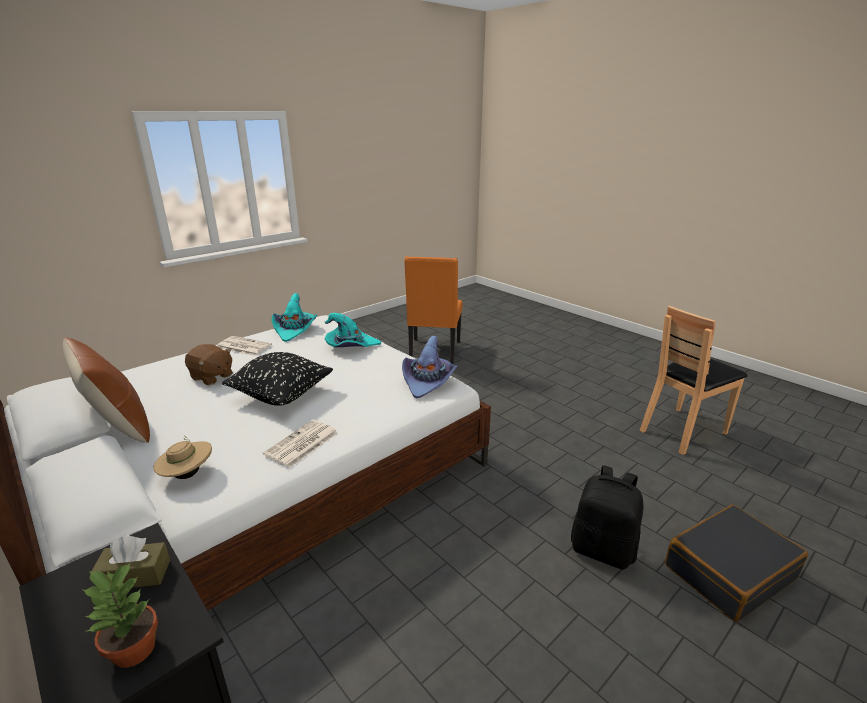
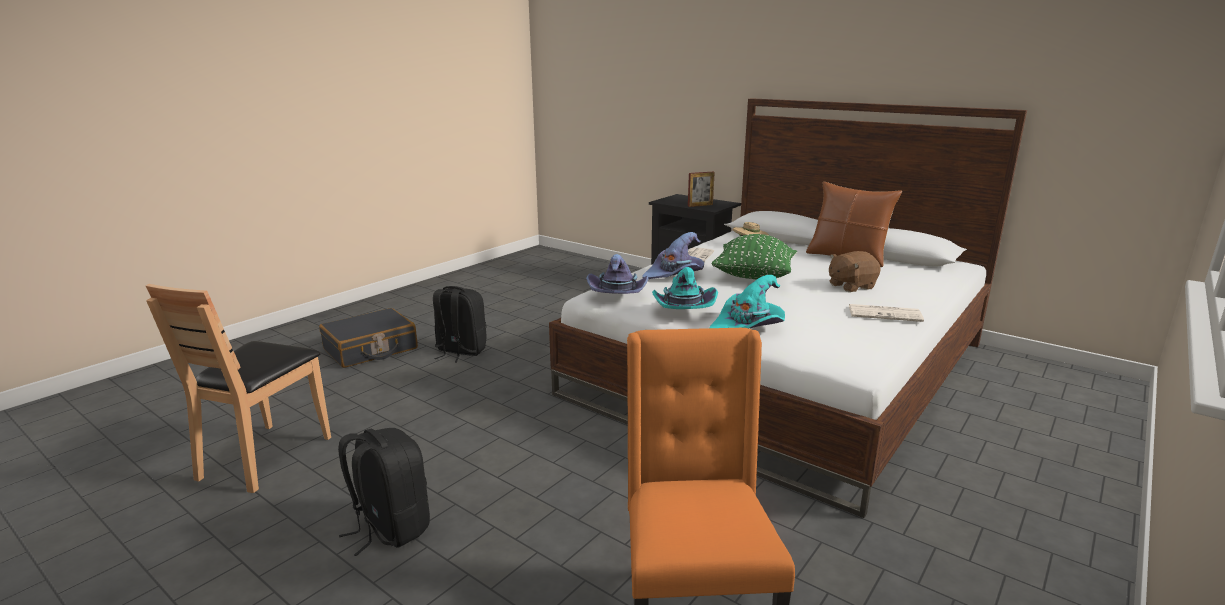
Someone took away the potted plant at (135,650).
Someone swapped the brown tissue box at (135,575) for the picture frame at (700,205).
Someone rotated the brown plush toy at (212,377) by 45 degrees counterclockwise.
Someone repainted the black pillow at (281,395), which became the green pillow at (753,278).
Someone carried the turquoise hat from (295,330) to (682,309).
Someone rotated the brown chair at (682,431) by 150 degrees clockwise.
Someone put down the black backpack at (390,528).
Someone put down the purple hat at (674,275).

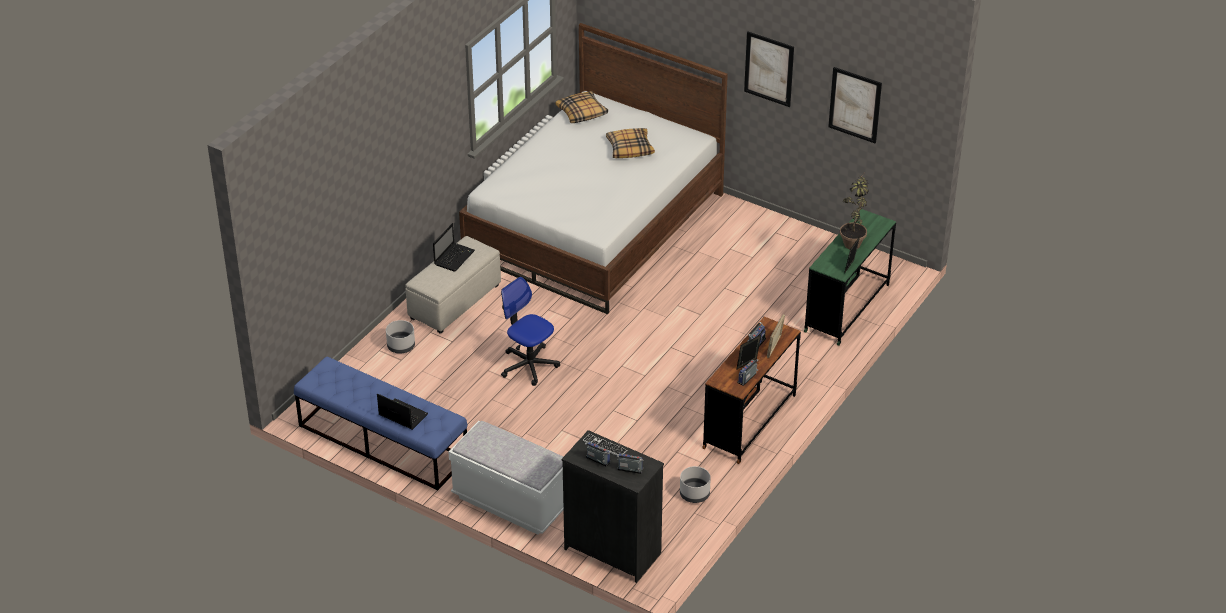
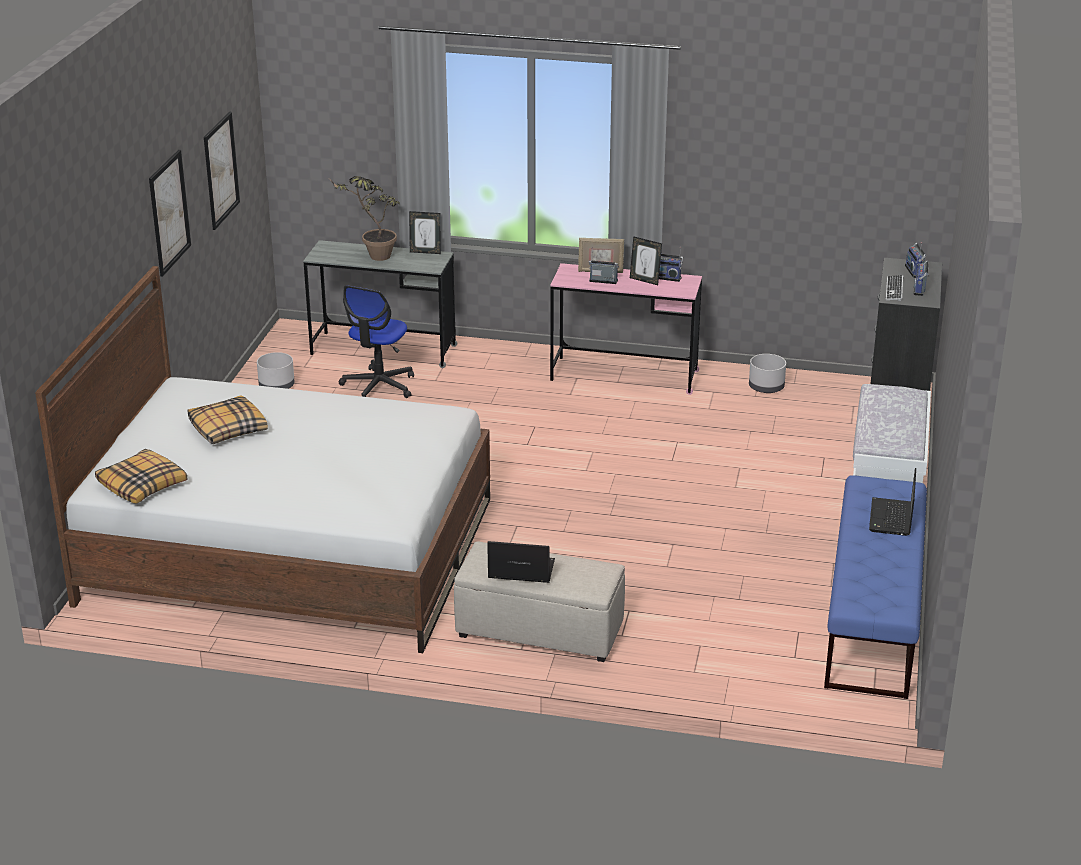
Someone carried the grey planter from (401,346) to (276,386).
Someone carried the office chair from (529,365) to (378,386).
Someone repainted the brown desk at (750,421), which became the pink desk at (624,375).
Someone repainted the green desk at (847,308), which became the grey desk at (383,350).

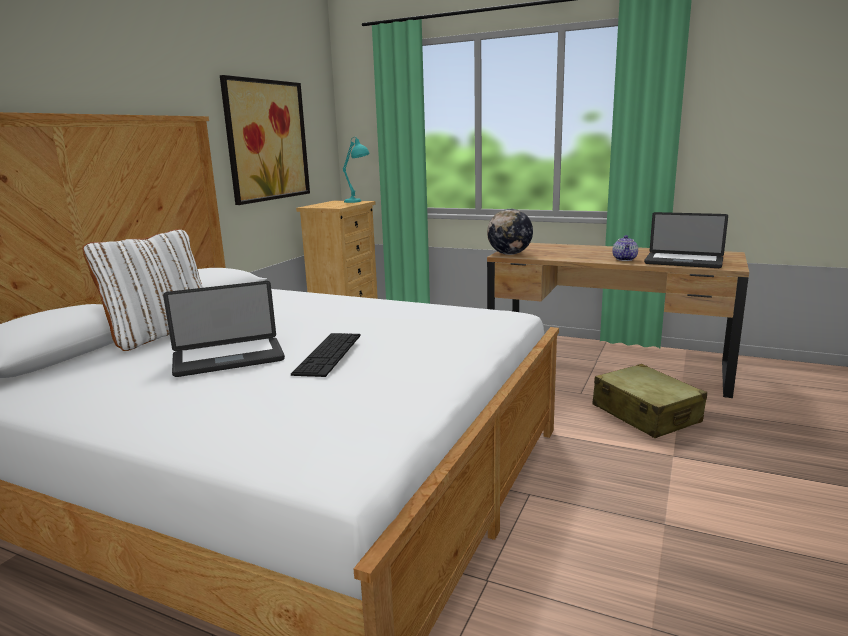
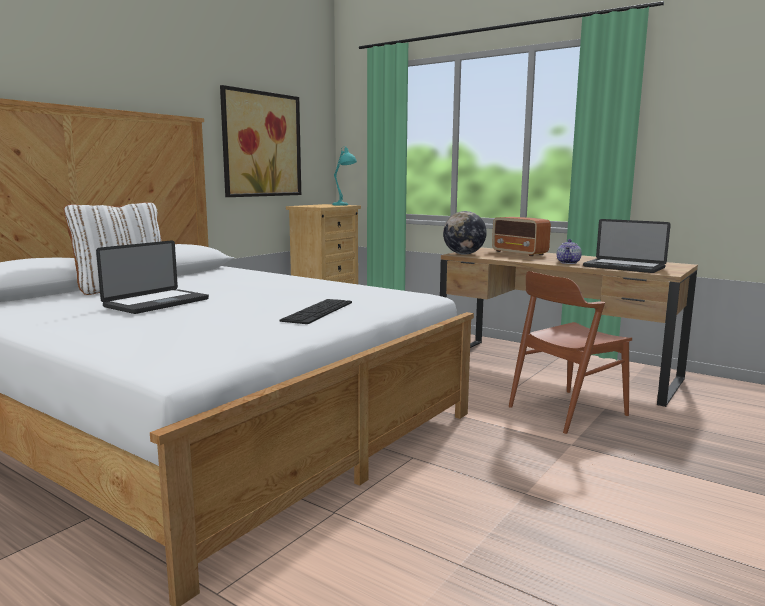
Someone rotated the laptop at (228,358) by 45 degrees counterclockwise.
Someone carried the keyboard from (328,354) to (318,311).
Someone swapped the beige suitcase at (645,414) for the brown chair at (566,410).
Someone put down the radio at (520,253).

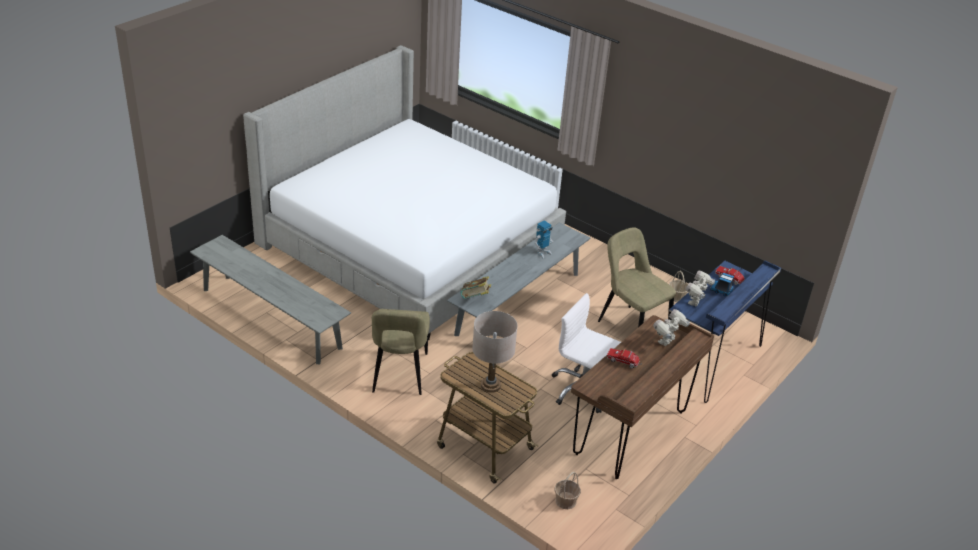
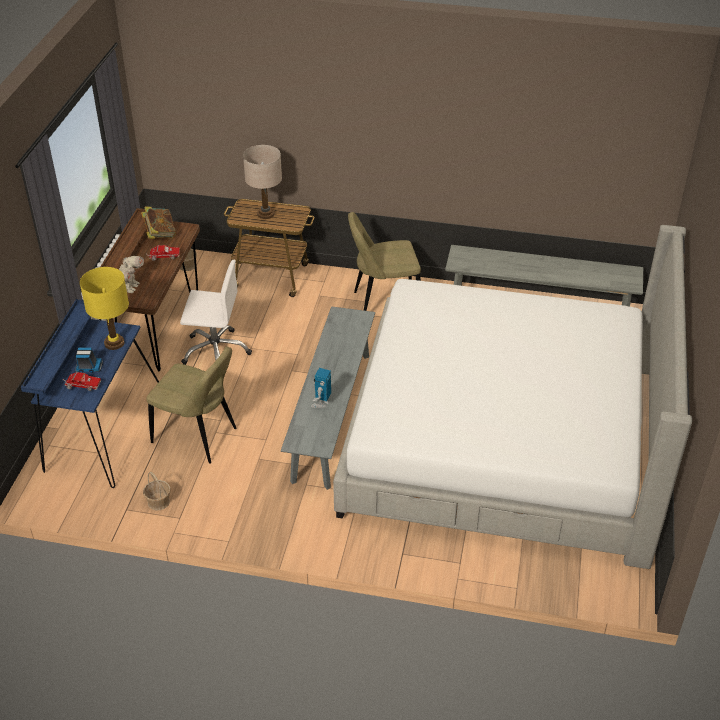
Someone rotated the beige chair at (399,375) by 75 degrees counterclockwise.
Someone carried the book from (475,299) to (160,234).
Someone swapped the toy robot at (695,302) for the yellow table lamp at (114,343).

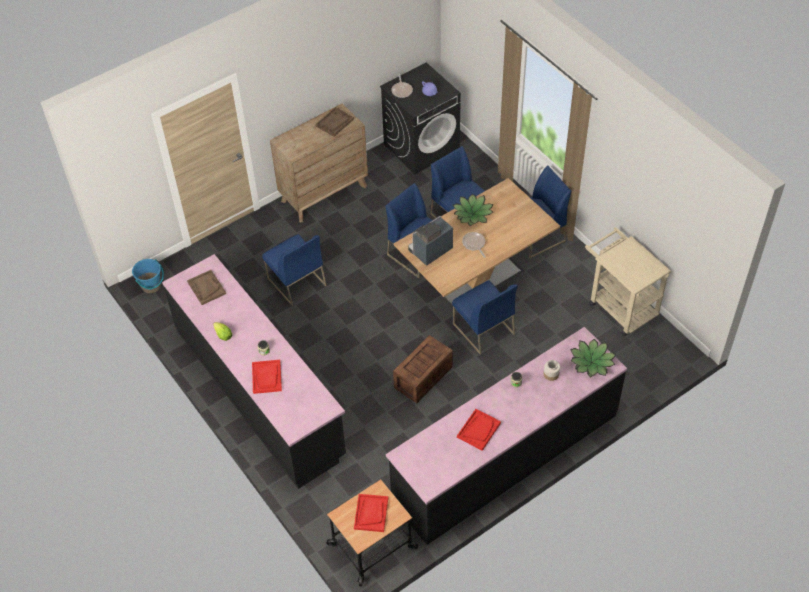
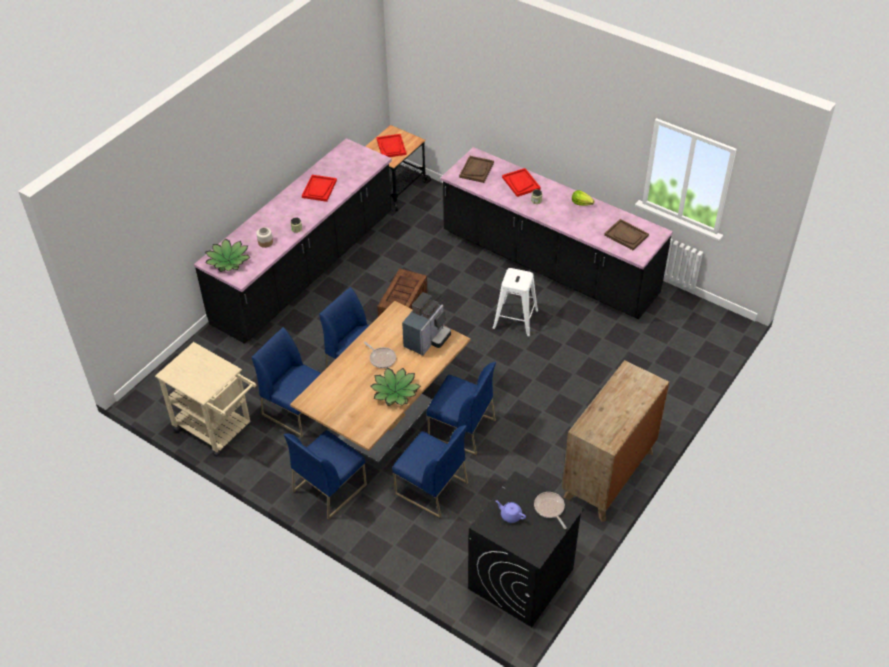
Someone took away the blue bucket at (151,286).
Someone carried the blue chair from (295,282) to (297,410).
Someone carried the brown tray from (334,123) to (476,170).
Someone put down the white stool at (515,319).

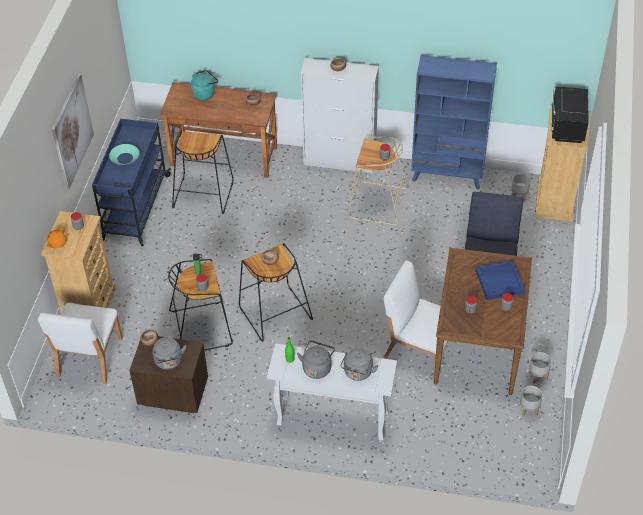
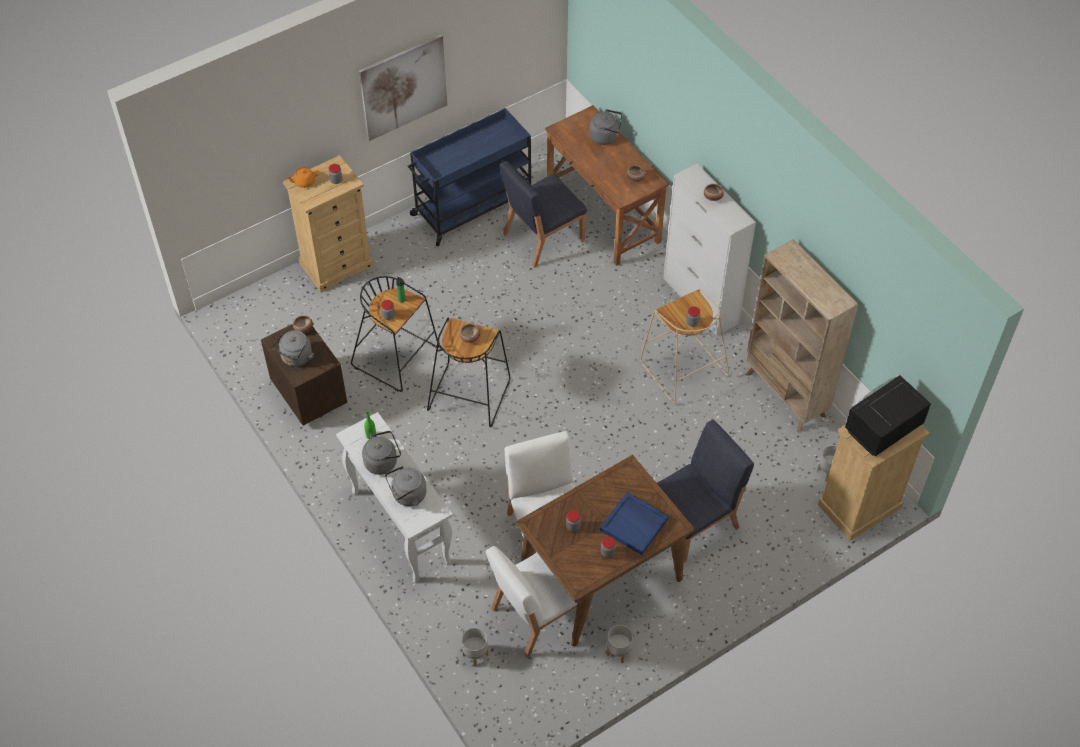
Someone carried the white chair from (89,358) to (537,614).
Someone took away the turquoise bowl at (125,158).
Someone swapped the black stool at (203,194) for the blue chair at (542,237).
Someone repainted the turquoise kettle at (204,93), which became the grey kettle at (606,137).
Someone repainted the blue bookcase at (447,175), which became the beige bookcase at (785,395).
Someone carried the grey planter from (529,410) to (475,655).

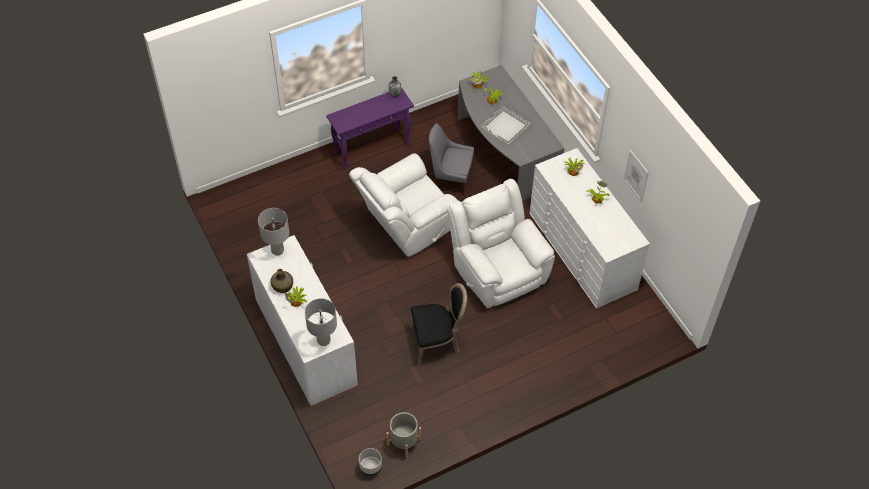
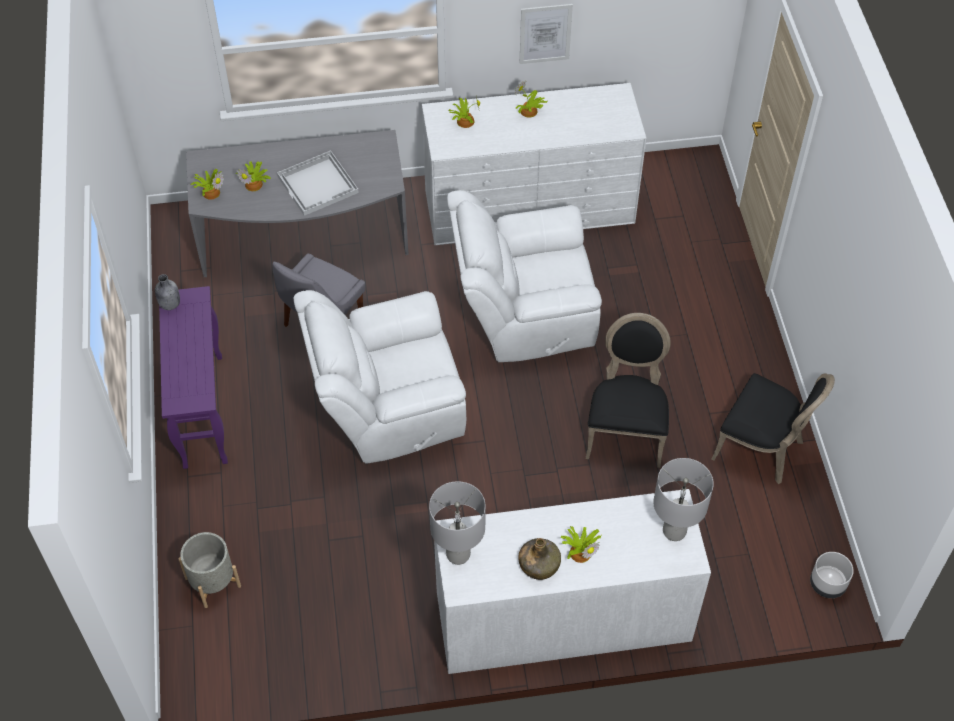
Someone rotated the white armchair at (405,226) by 90 degrees clockwise.
Someone carried the grey planter from (404,441) to (213,582).
Someone put down the black chair at (762,449).

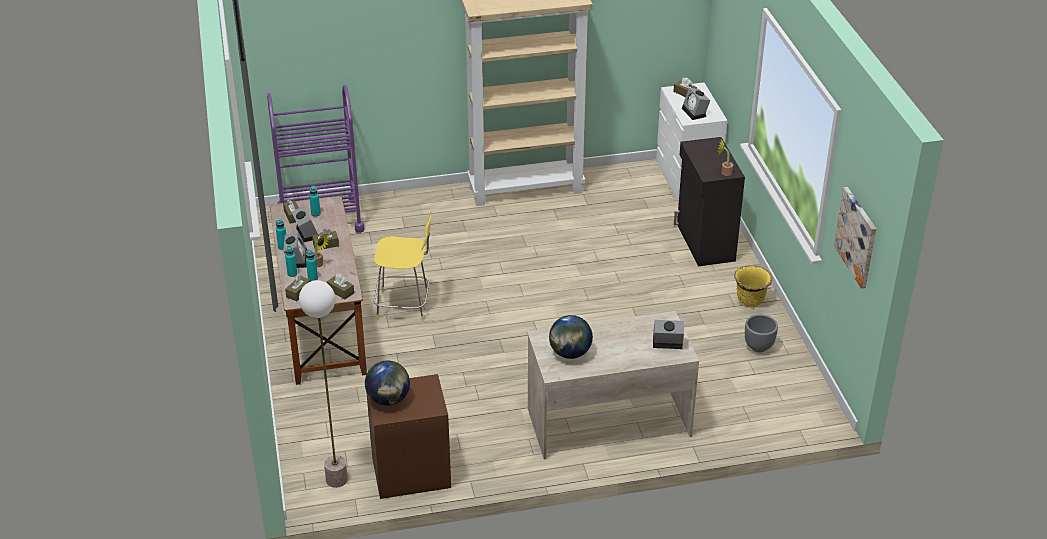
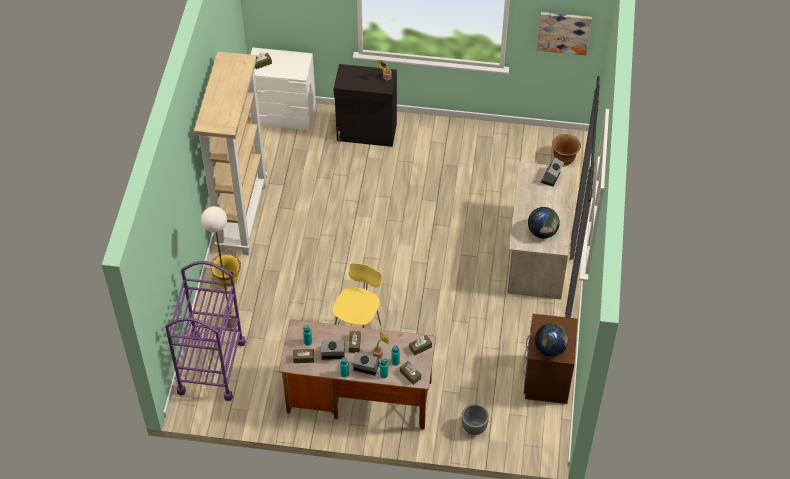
Someone carried the floor lamp from (336,479) to (230,322).
Someone took away the alarm clock at (695,112).
Someone carried the yellow planter from (750,300) to (227,280).
Someone carried the grey planter from (758,347) to (474,428).
Someone put down the brown planter at (564,159).

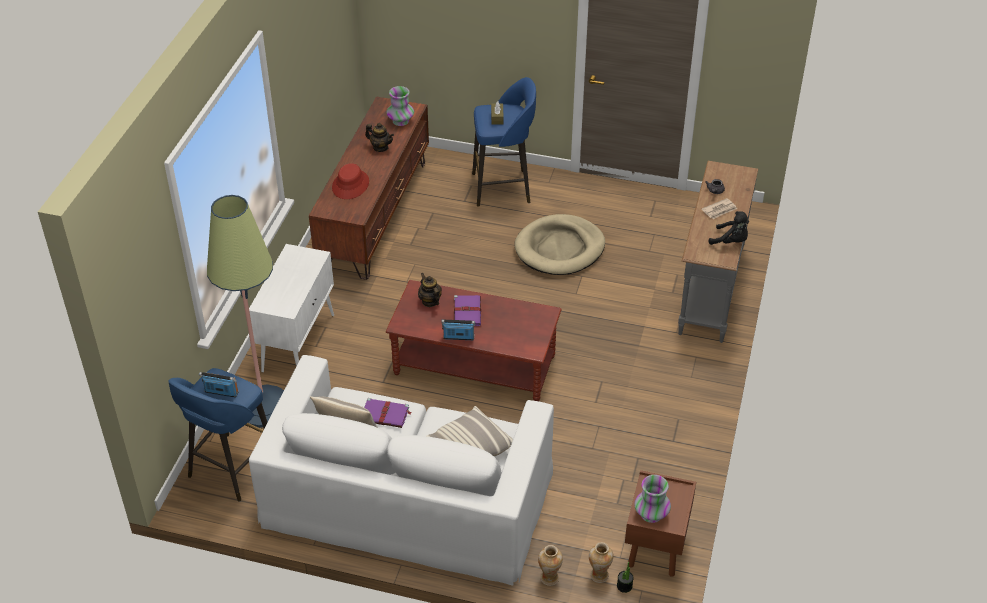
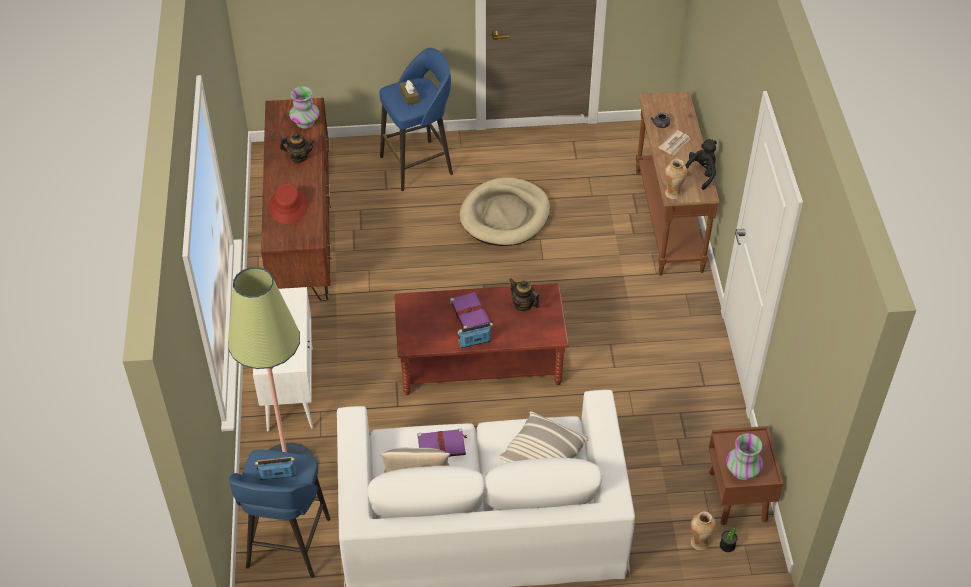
Someone carried the teapot from (430,301) to (523,305).
Someone carried the vase from (549,578) to (673,193).
Someone repainted the grey console table at (710,289), which became the brown console table at (667,220).
Someone rotated the black plush toy at (730,241) by 60 degrees counterclockwise.

